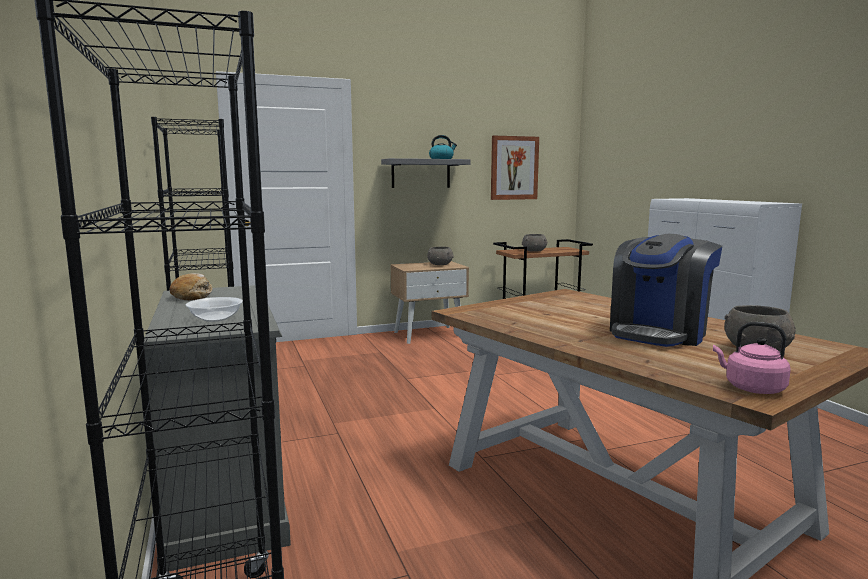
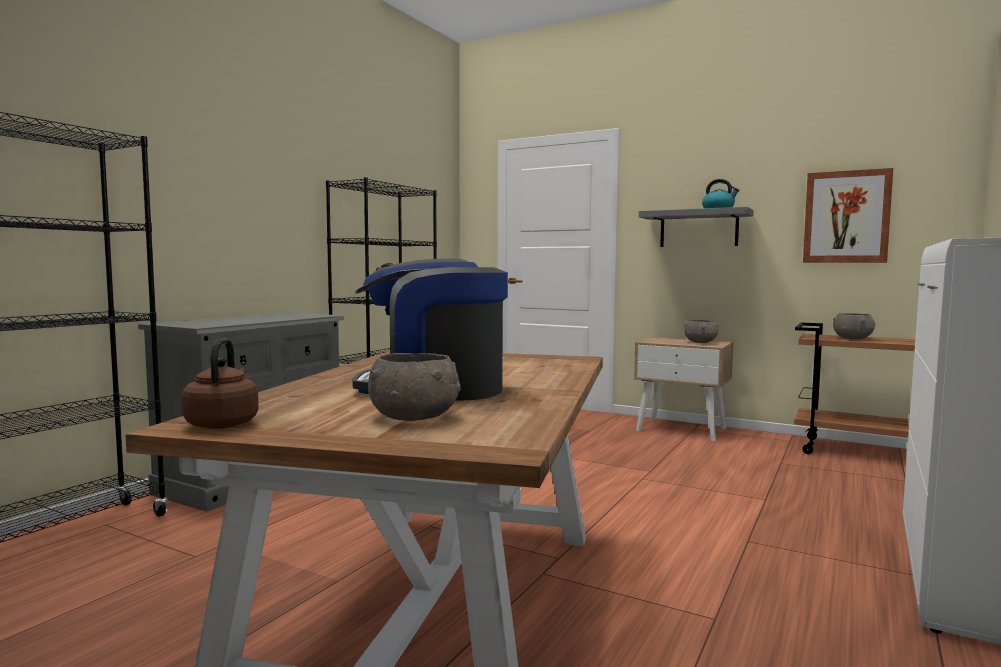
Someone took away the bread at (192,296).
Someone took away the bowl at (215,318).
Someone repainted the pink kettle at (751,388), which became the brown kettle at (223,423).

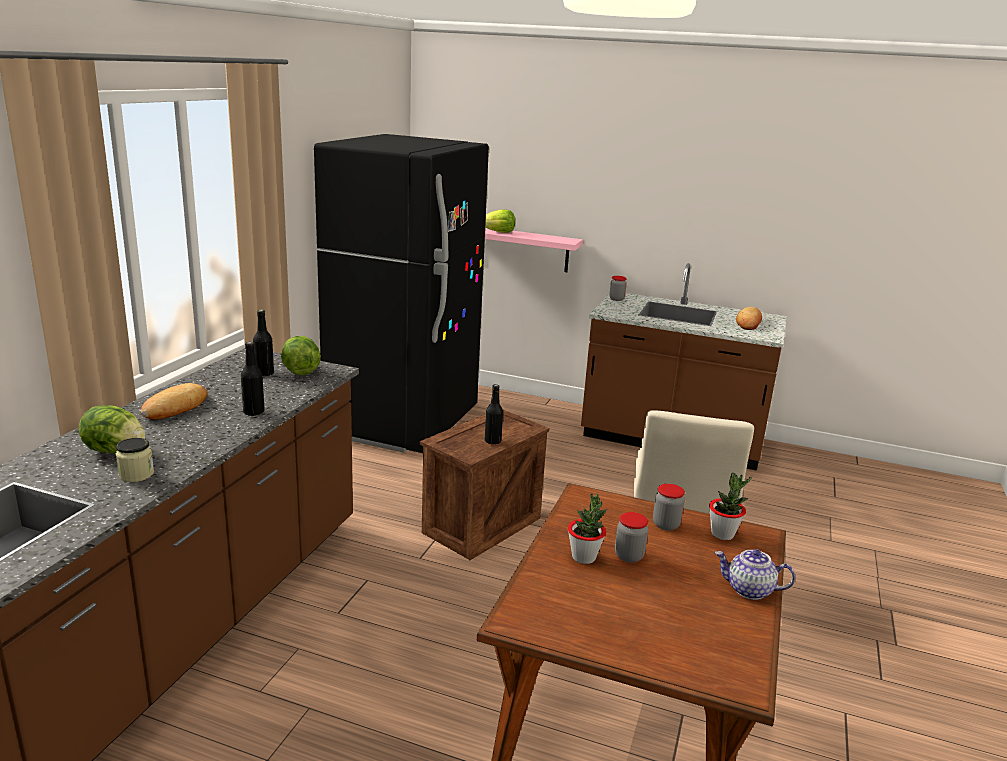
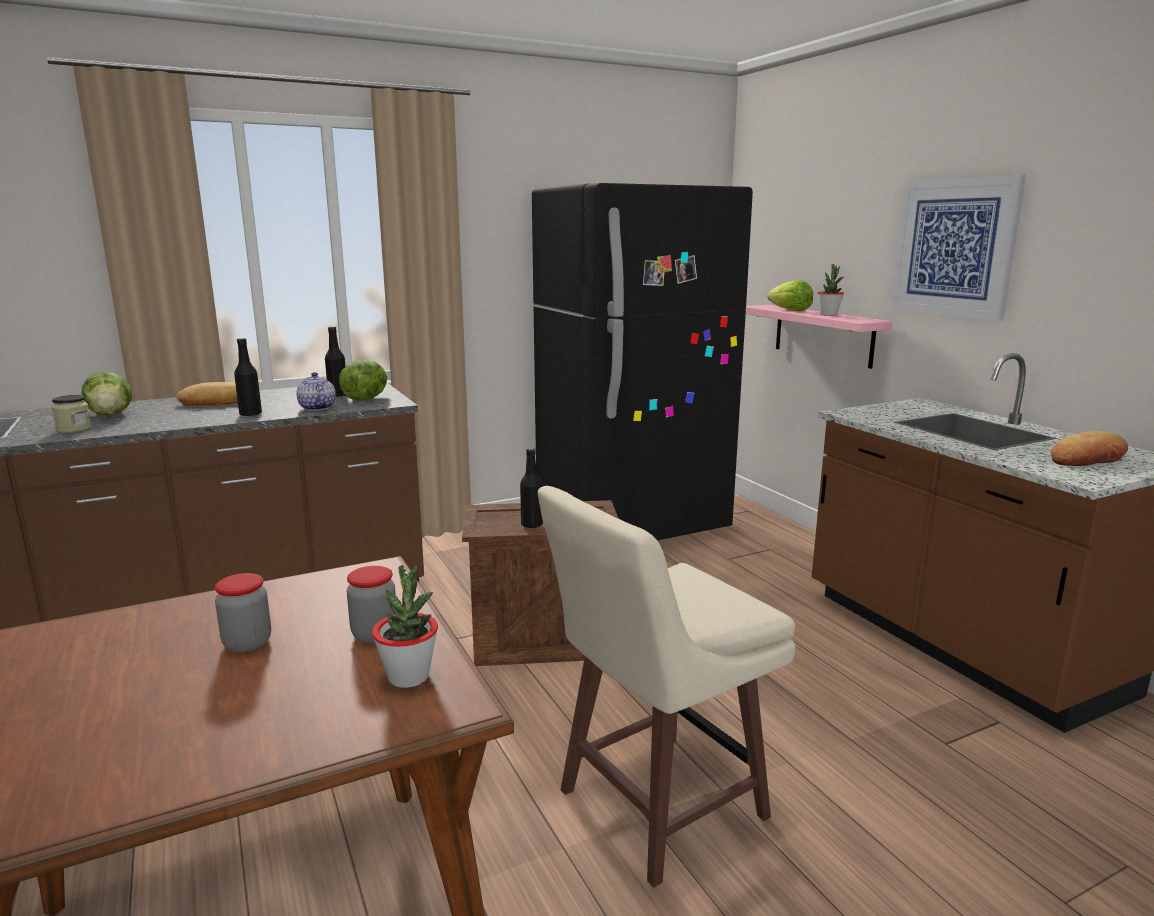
Someone carried the potted plant from (584,557) to (828,315).
Someone took away the jar at (616,299).
Someone carried the teapot from (749,590) to (316,408).
Someone put up the picture at (953,247).

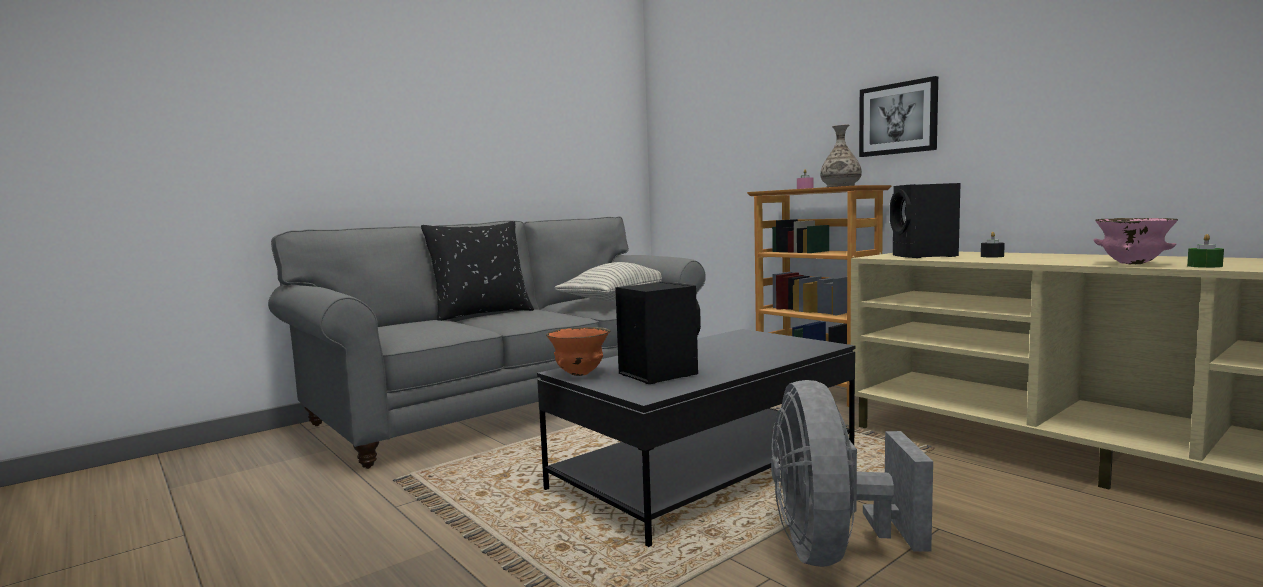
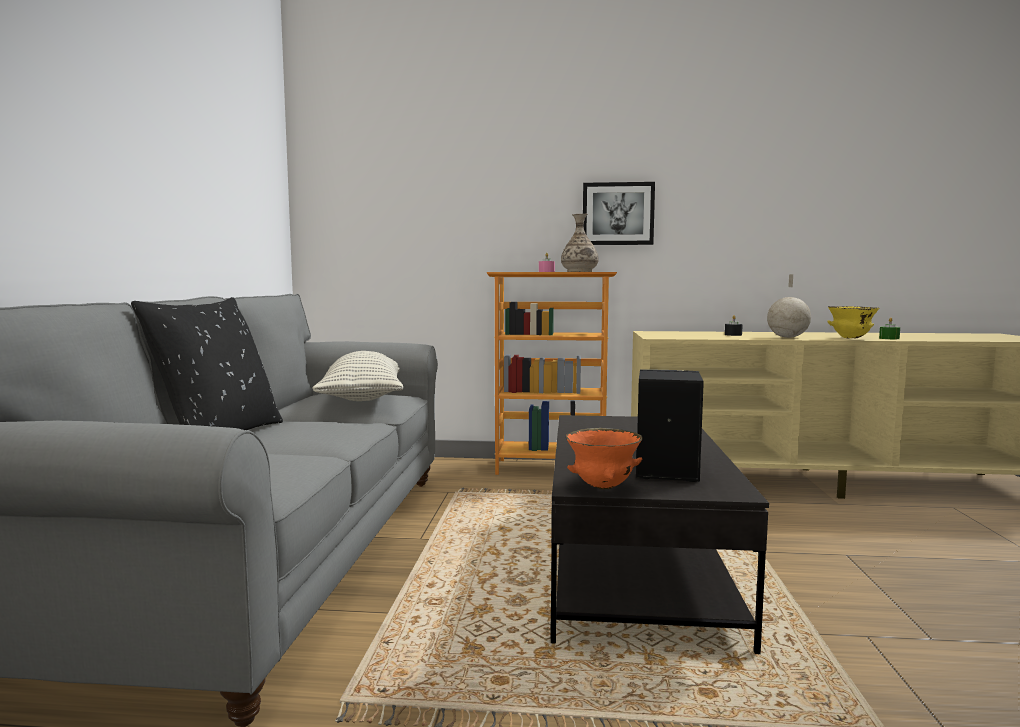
Someone took away the grey fan at (833,550).
Someone took away the black speaker at (924,256).
Someone repainted the pink bowl at (1131,264), which became the yellow bowl at (850,338).
Someone put down the globe at (787,337).

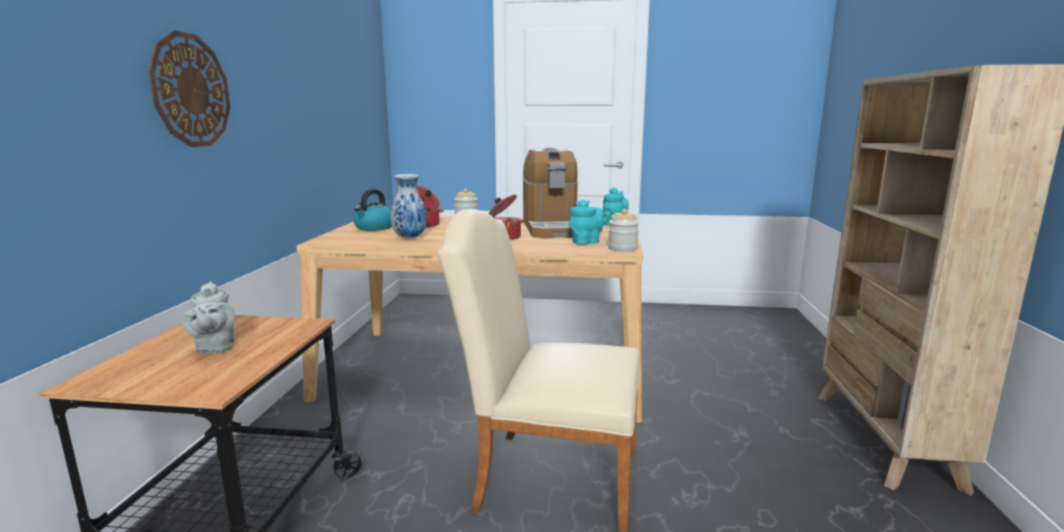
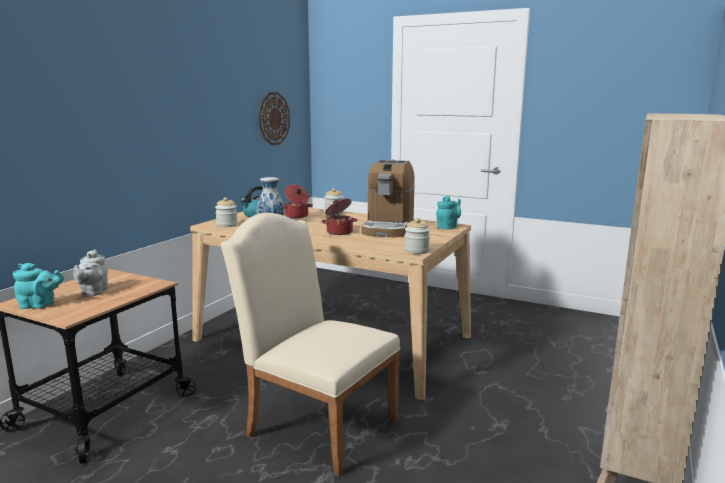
Someone carried the wall clock from (191,90) to (273,118).
Someone carried the turquoise teapot from (588,242) to (40,305).
Someone put down the jar at (227,225).

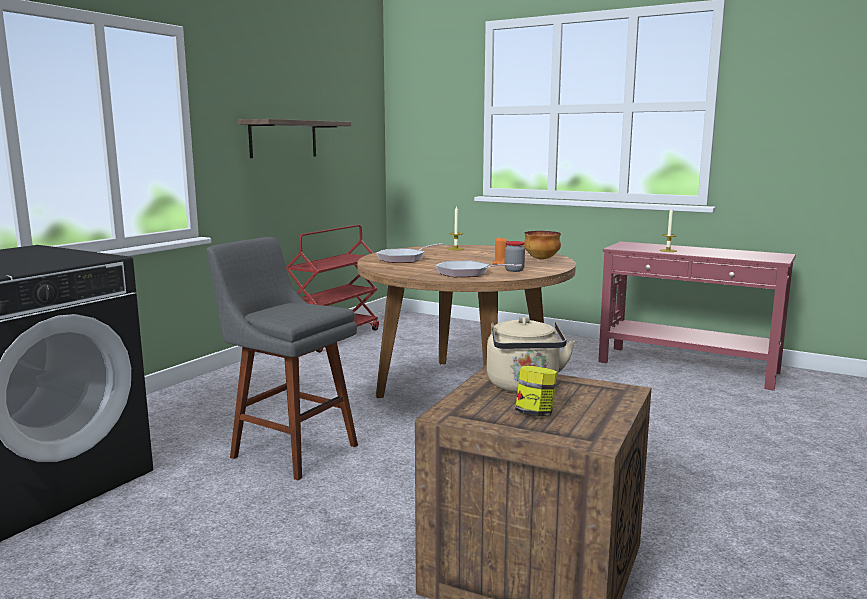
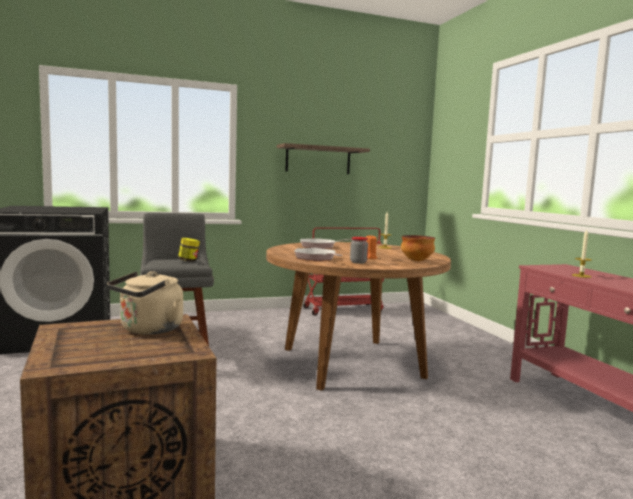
Someone carried the jar from (535,414) to (188,261).

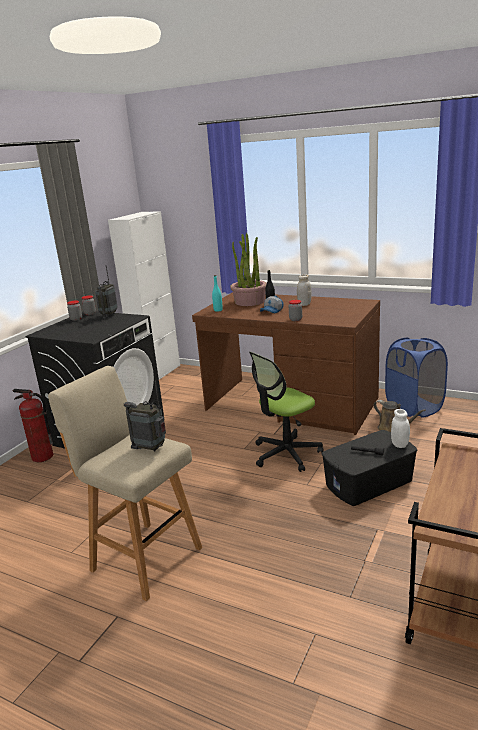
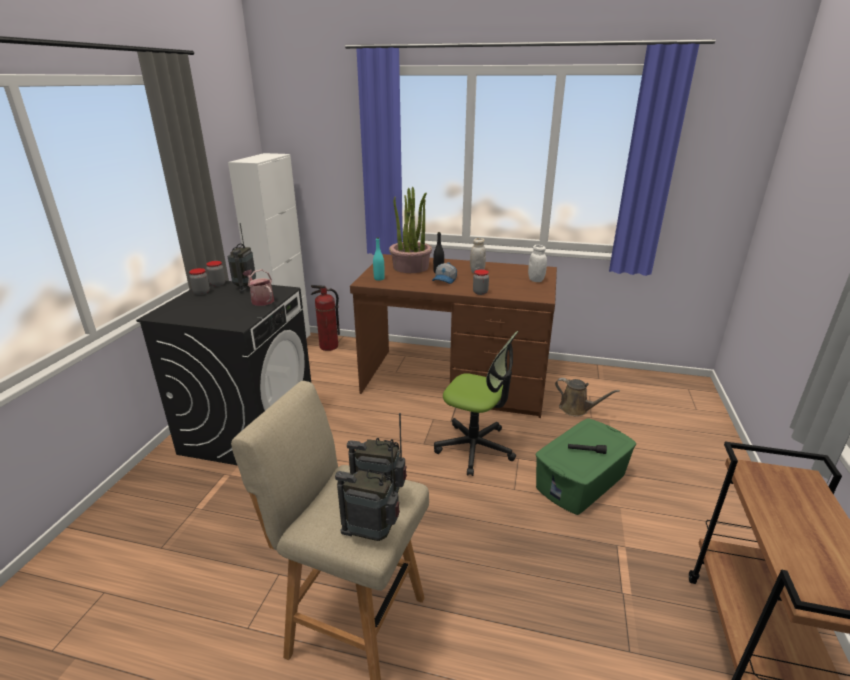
Someone carried the fire extinguisher from (42,457) to (329,346).
Someone rotated the office chair at (286,454) by 105 degrees counterclockwise.
Someone repainted the black storage box at (369,483), which became the green storage box at (581,481).
Someone took away the blue laundry basket at (414,407).
Someone carried the white jar from (399,444) to (536,280).
Someone put down the watering can at (261,300).
Someone put down the radio at (371,533).

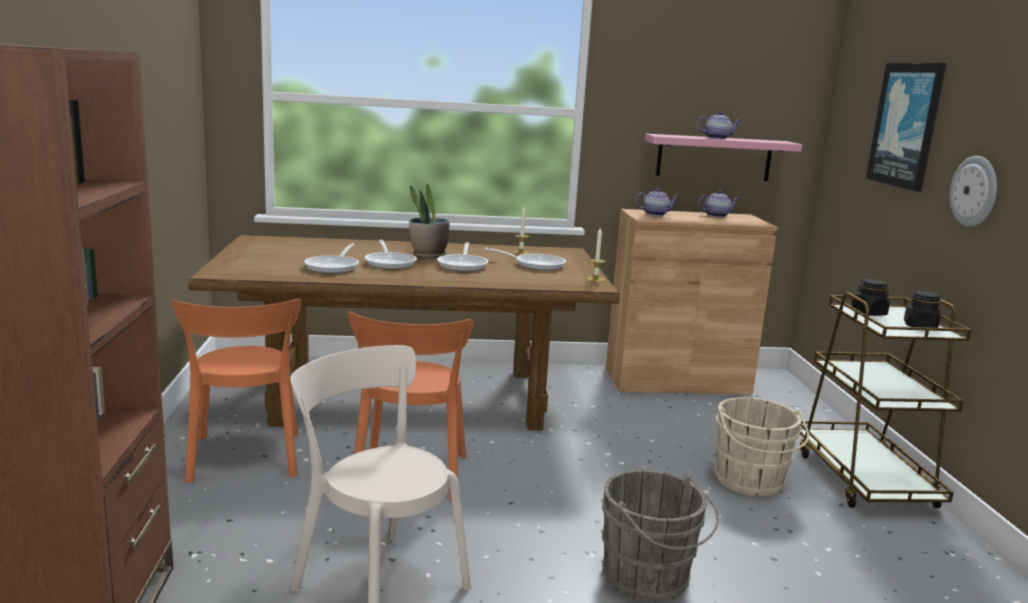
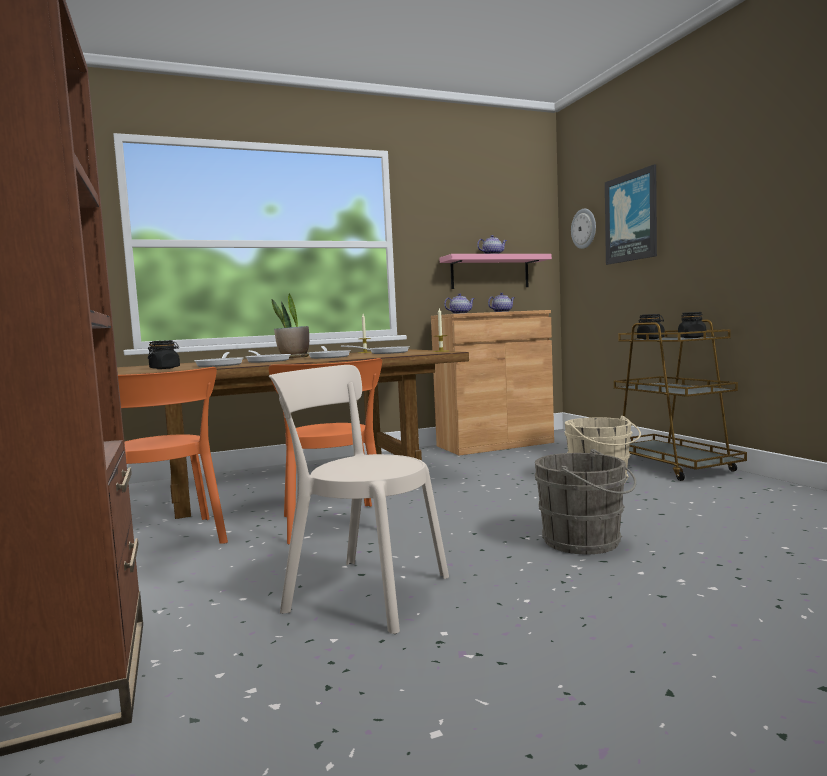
Someone carried the wall clock from (975,191) to (584,228).
Someone put down the black jar at (165,368).

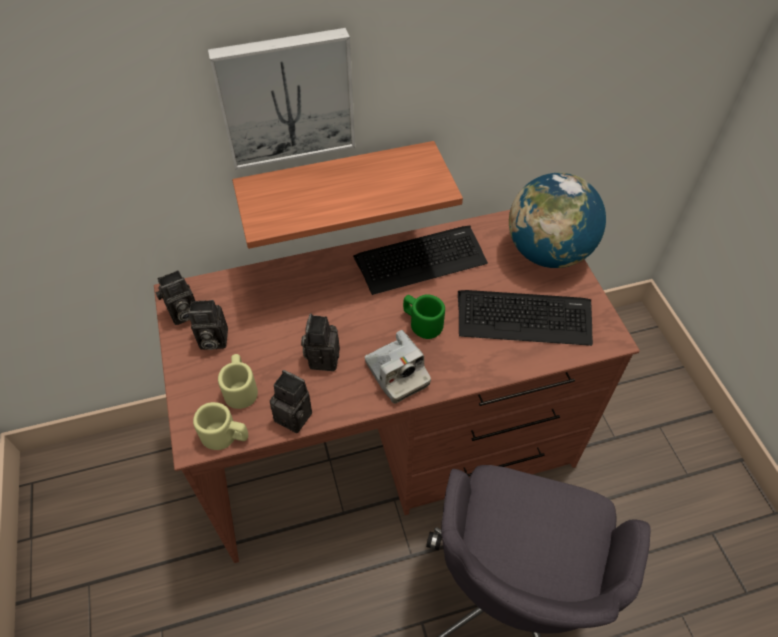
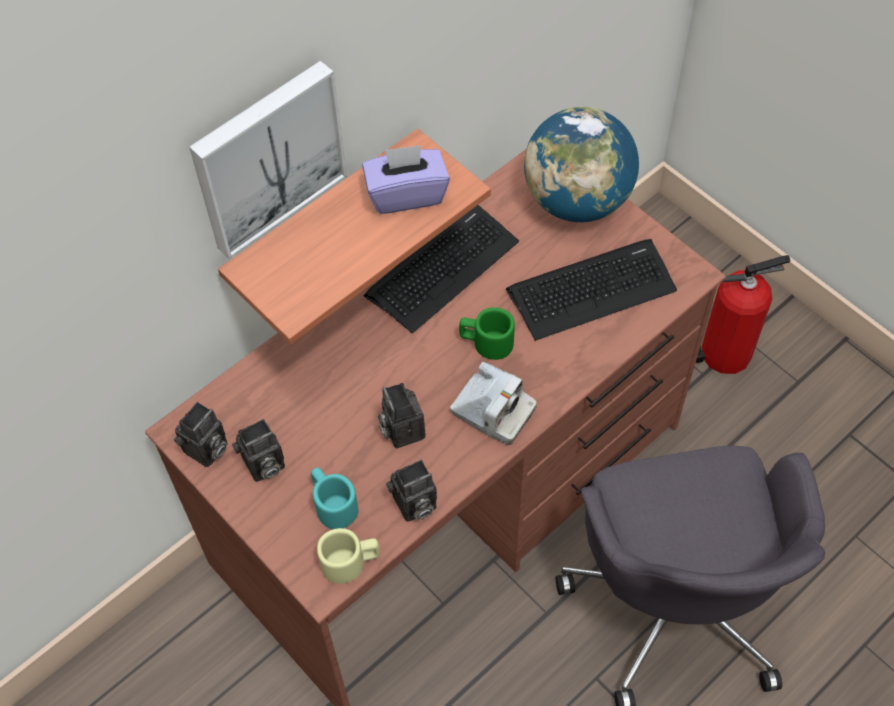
Someone repainted the beige mug at (240,388), which became the turquoise mug at (332,504).
Someone rotated the photo camera at (296,416) by 150 degrees clockwise.
Someone put down the purple tissue box at (406,194).
Someone put down the fire extinguisher at (721,354).

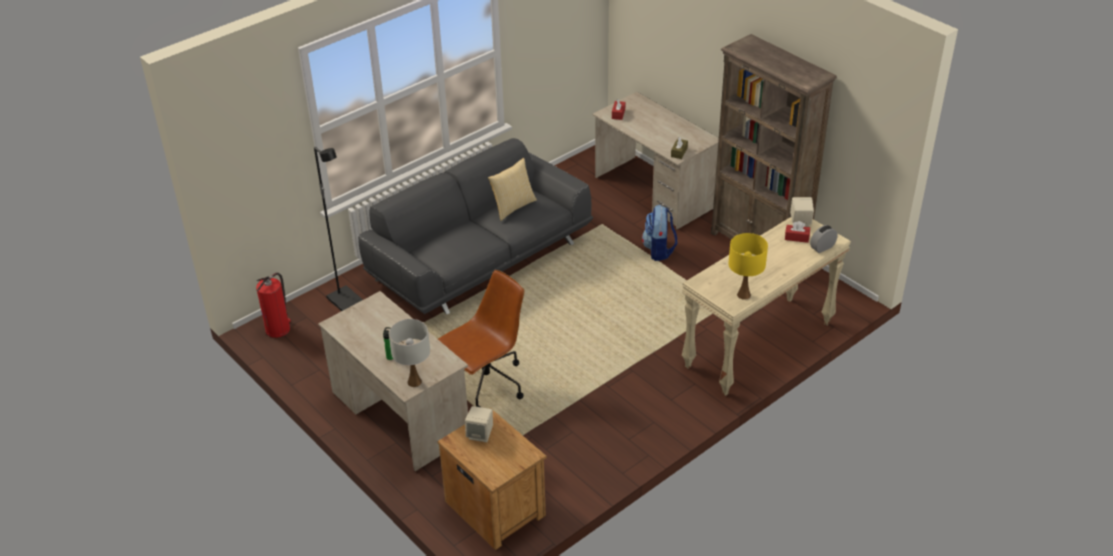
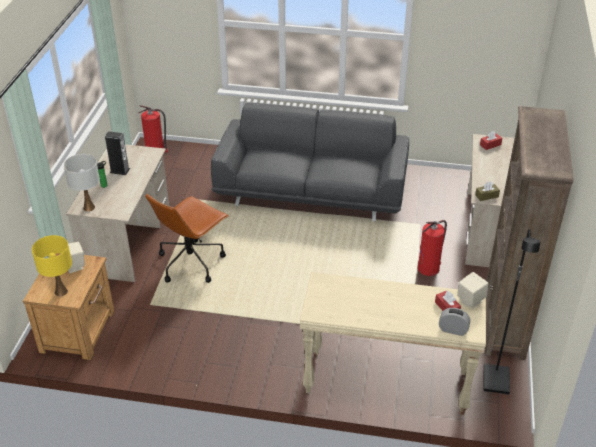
Someone carried the black floor lamp from (346,300) to (497,381).
Someone rotated the brown office chair at (486,385) by 120 degrees clockwise.
Someone took away the pillow at (513,207).
Someone swapped the backpack at (659,250) for the fire extinguisher at (429,268).
Someone carried the yellow table lamp from (744,295) to (61,292).
Someone put down the speaker at (120,170).

